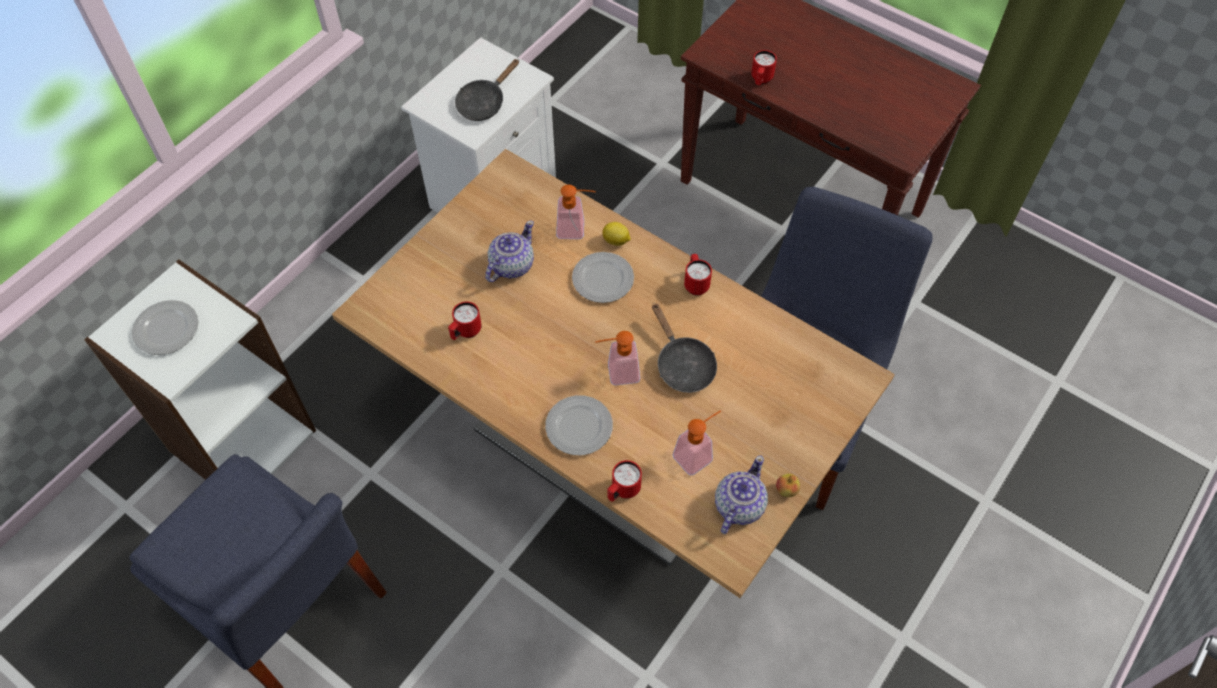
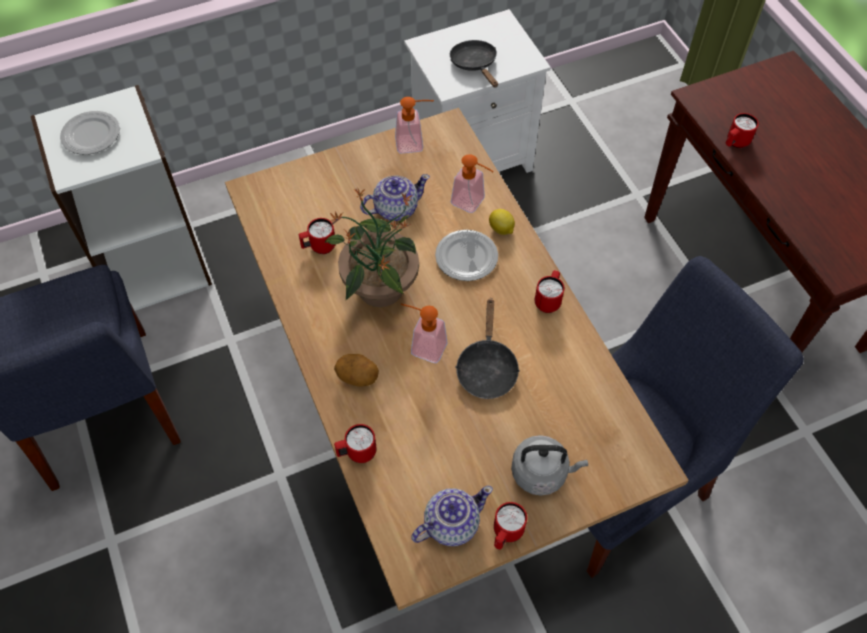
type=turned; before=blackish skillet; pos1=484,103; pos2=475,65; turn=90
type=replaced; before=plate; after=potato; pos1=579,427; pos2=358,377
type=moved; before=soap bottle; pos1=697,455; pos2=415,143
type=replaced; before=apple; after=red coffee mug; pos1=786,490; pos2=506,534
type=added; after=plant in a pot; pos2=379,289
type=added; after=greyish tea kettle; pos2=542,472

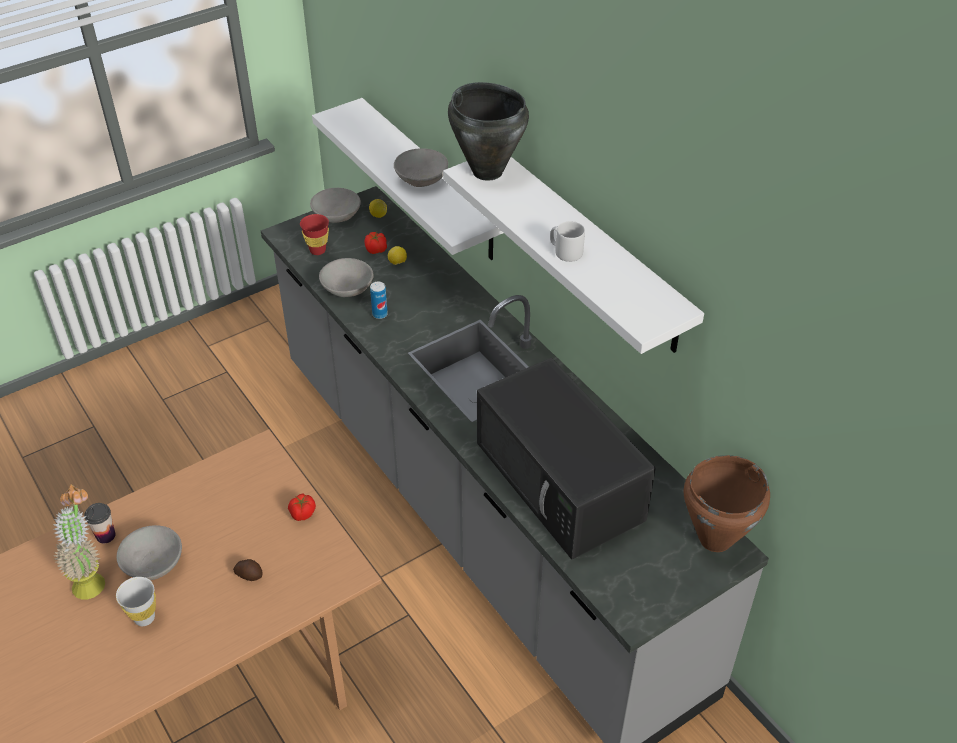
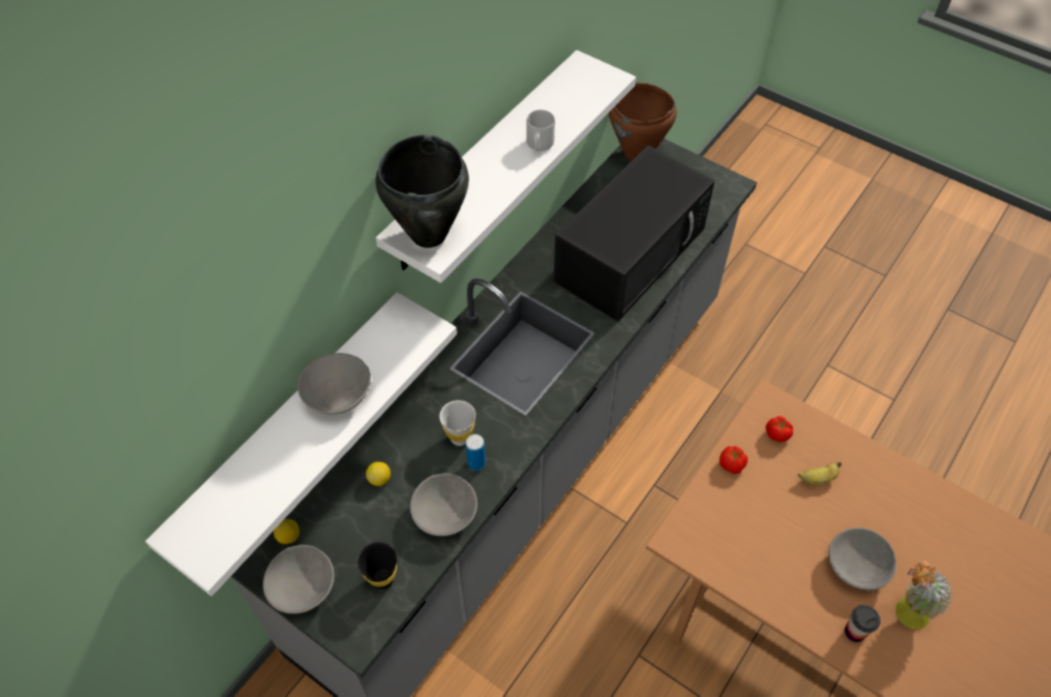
type=recoloured; before=red drinking cup; after=blackish drinking cup; pos1=317,250; pos2=383,579
type=moved; before=fresh tomato; pos1=376,250; pos2=777,434
type=replaced; before=potato; after=banana fruit; pos1=249,574; pos2=817,479
type=moved; before=white drinking cup; pos1=144,618; pos2=460,438

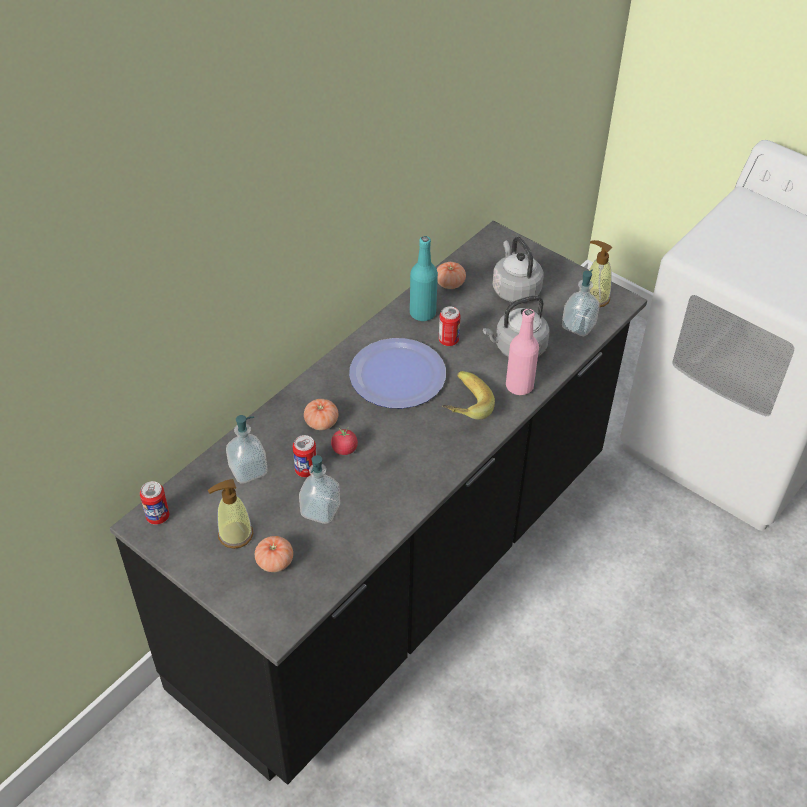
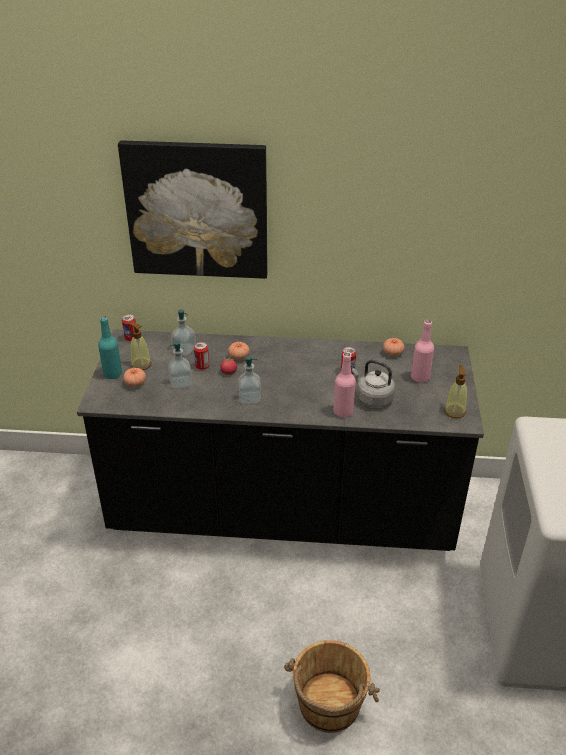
type=moved; before=turquoise bottle; pos1=422,313; pos2=112,374
type=replaced; before=greyish tea kettle; after=pink bottle; pos1=515,289; pos2=420,377
type=moved; before=soap bottle; pos1=578,326; pos2=250,398
type=removed; before=plate; pos1=397,375
type=removed; before=banana fruit; pos1=461,408
type=added; after=wall picture; pos2=197,210
type=added; after=brown-coloured water bucket; pos2=328,705

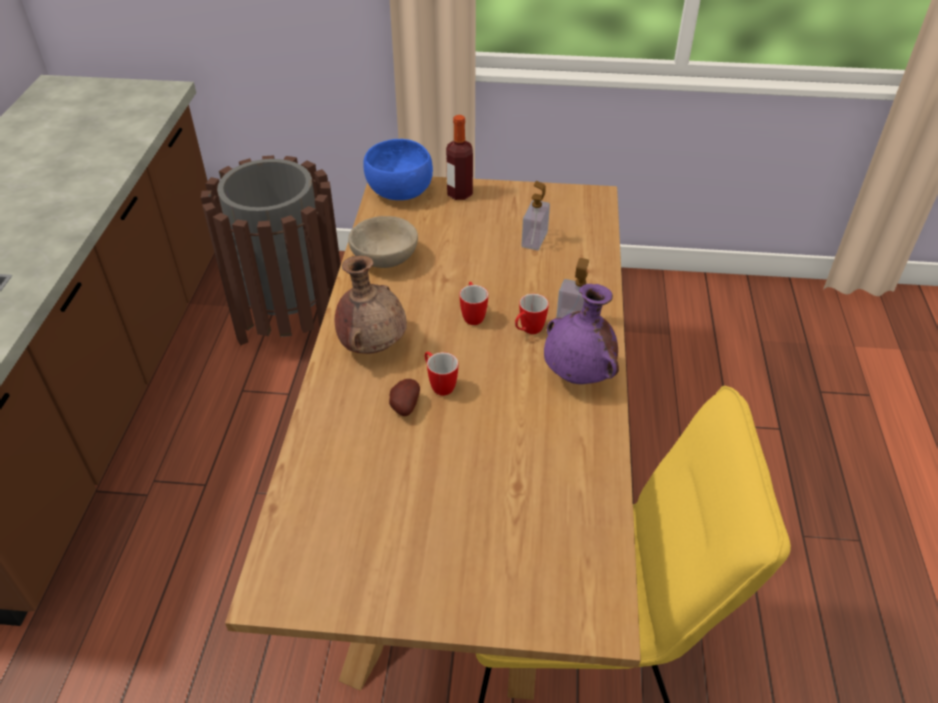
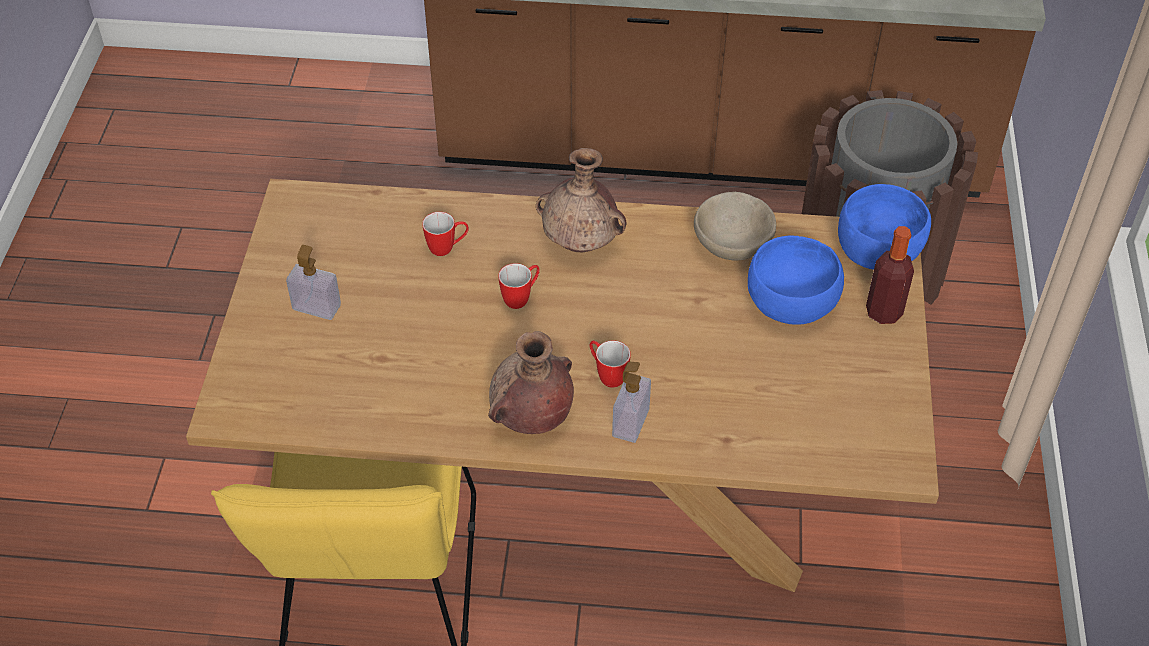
type=moved; before=soap bottle; pos1=534,239; pos2=316,307
type=moved; before=coffee mug; pos1=472,315; pos2=447,248
type=recoloured; before=purplish flower vase; after=brown-coloured flower vase; pos1=579,376; pos2=531,417
type=removed; before=potato; pos1=403,407
type=added; after=blue-coloured bowl; pos2=792,304

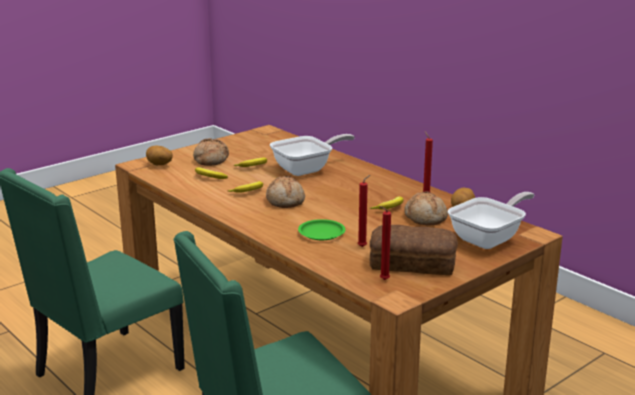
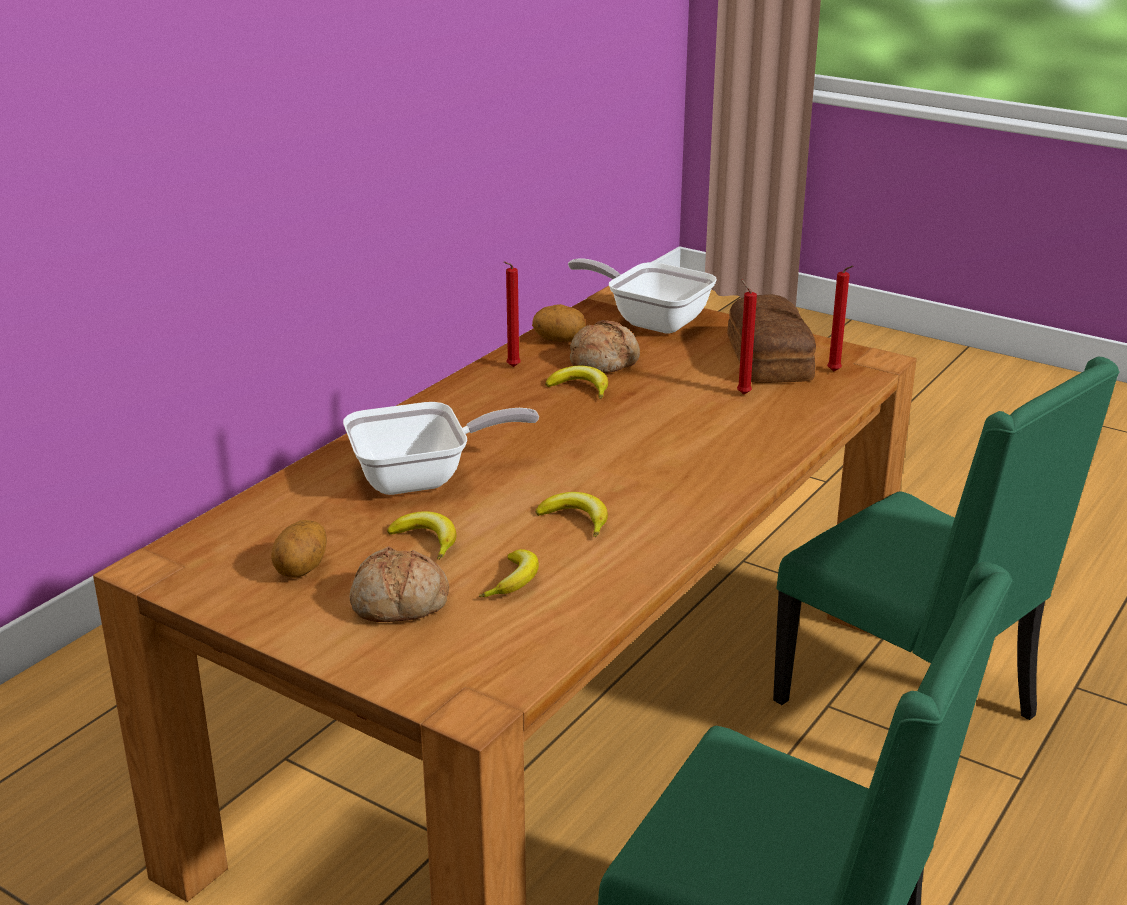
type=turned; before=skillet; pos1=307,169; pos2=422,478; turn=120
type=moved; before=potato; pos1=159,165; pos2=302,569
type=removed; before=bakery bread; pos1=285,201
type=removed; before=green plate; pos1=322,233

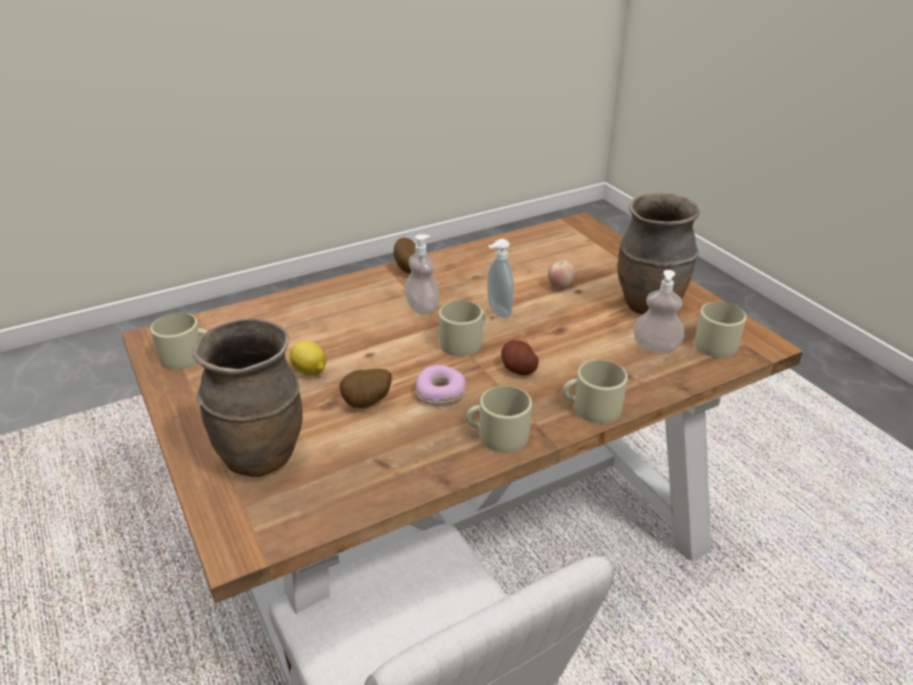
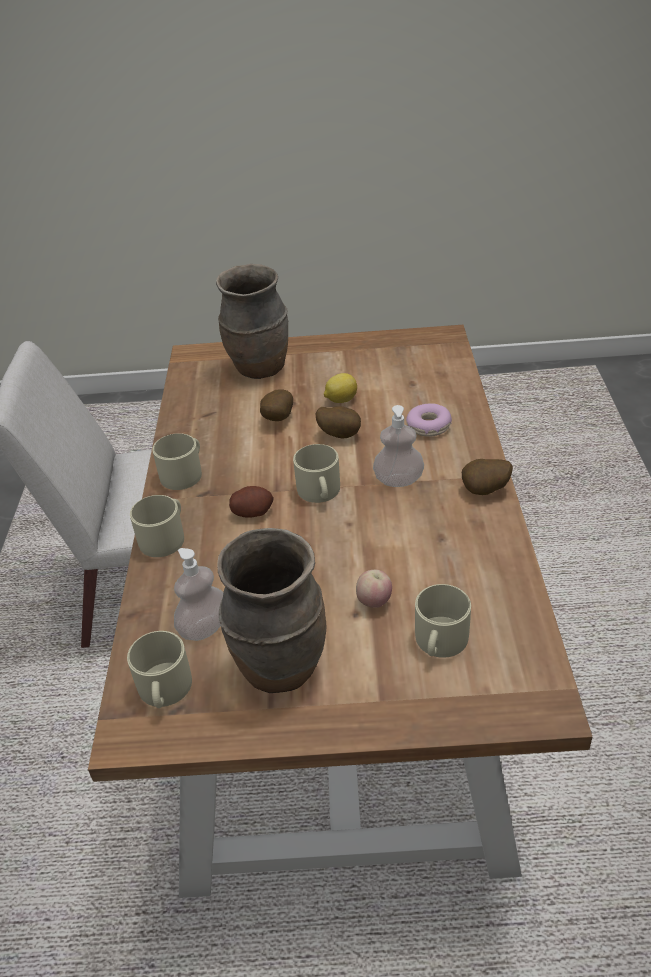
type=removed; before=soap bottle; pos1=497,312
type=moved; before=beige coffee mug; pos1=188,356; pos2=439,642
type=moved; before=doughnut; pos1=440,392; pos2=428,426
type=added; after=potato; pos2=340,434

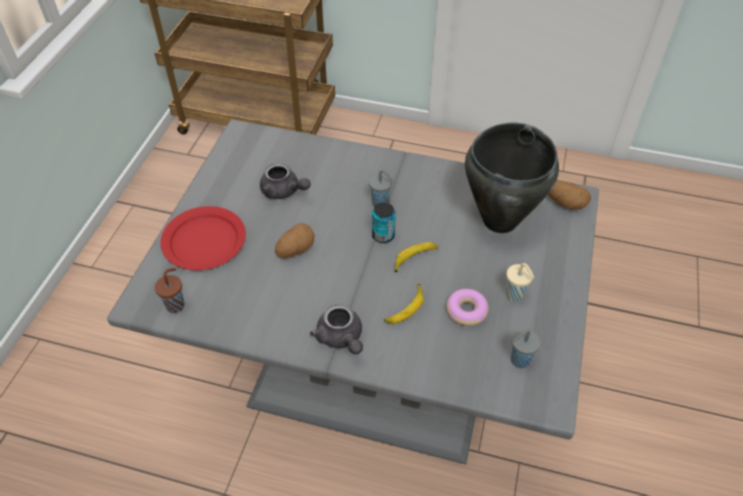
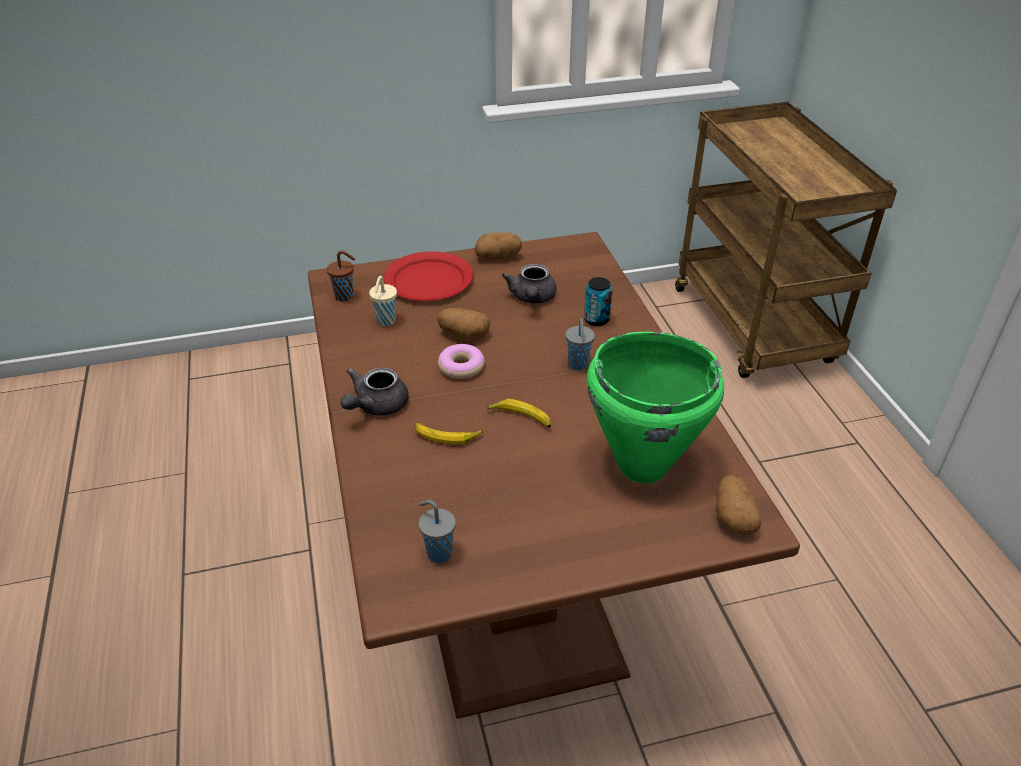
type=recoloured; before=greyish kitchen table; after=brown-coloured kitchen table; pos1=371,375; pos2=510,575
type=recoloured; before=blackish saucepot; after=green saucepot; pos1=499,220; pos2=641,465
type=moved; before=metal can; pos1=383,235; pos2=596,320
type=moved; before=beige drinking cup; pos1=515,295; pos2=385,322
type=moved; before=doughnut; pos1=466,310; pos2=461,367
type=added; after=potato; pos2=498,257

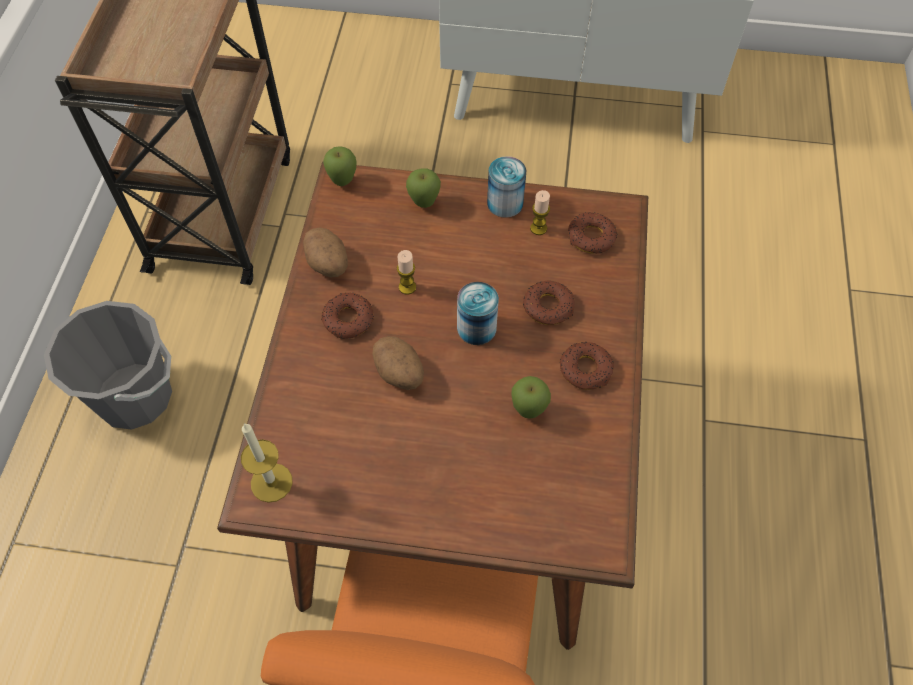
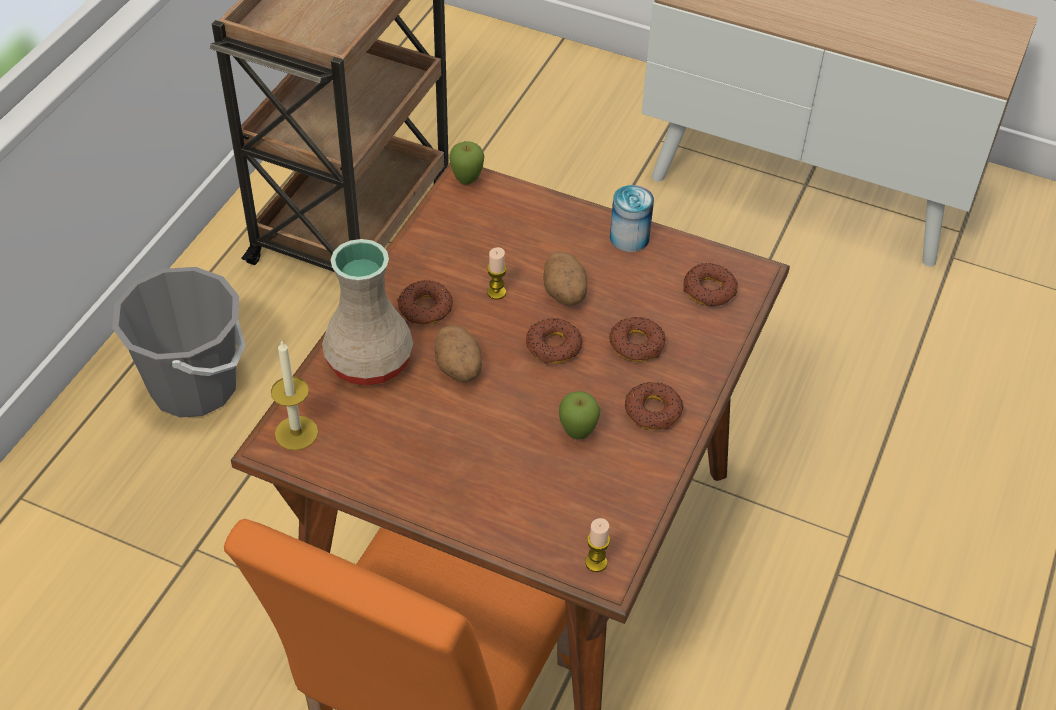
type=removed; before=apple; pos1=424,204
type=moved; before=wax candle; pos1=538,228; pos2=596,562
type=moved; before=potato; pos1=328,264; pos2=565,294
type=replaced; before=metal can; after=doughnut; pos1=476,328; pos2=553,346
type=added; after=beige flower vase; pos2=367,360

